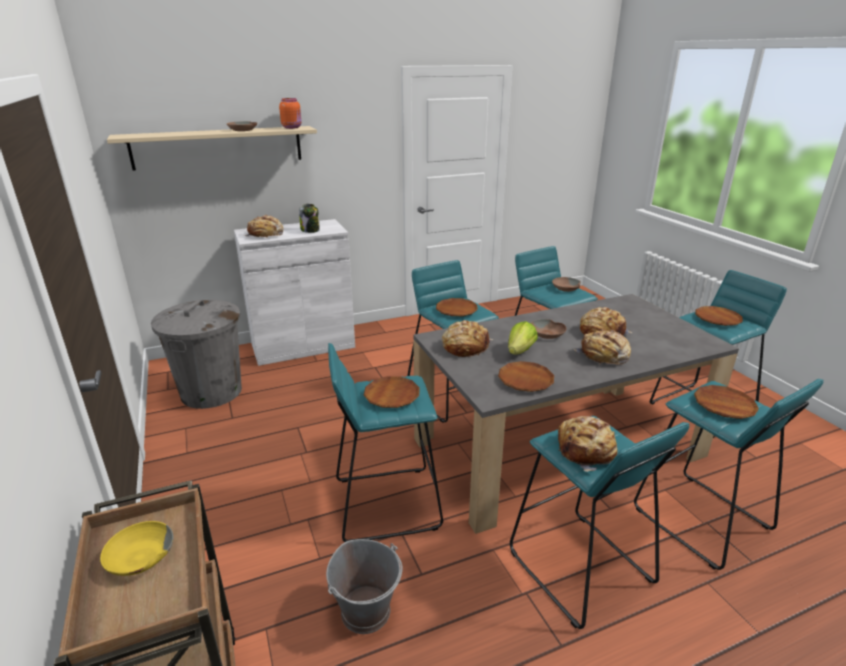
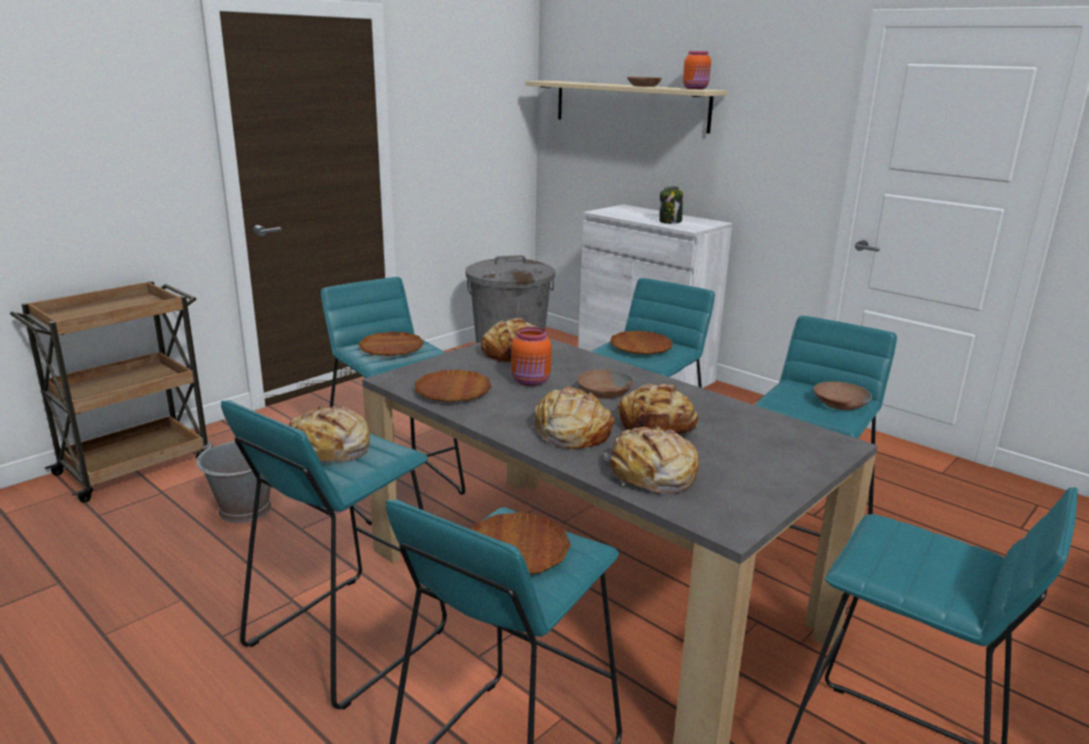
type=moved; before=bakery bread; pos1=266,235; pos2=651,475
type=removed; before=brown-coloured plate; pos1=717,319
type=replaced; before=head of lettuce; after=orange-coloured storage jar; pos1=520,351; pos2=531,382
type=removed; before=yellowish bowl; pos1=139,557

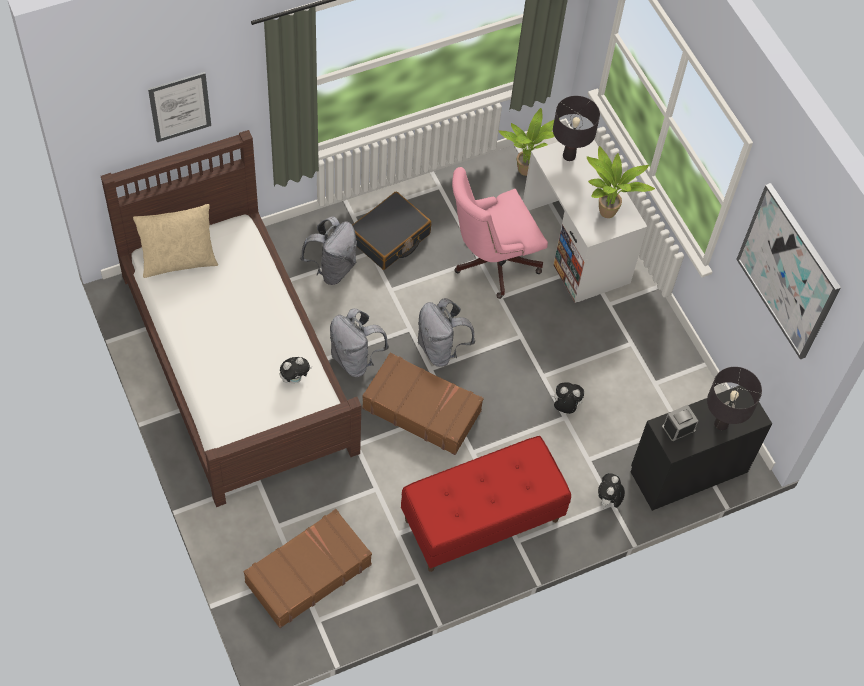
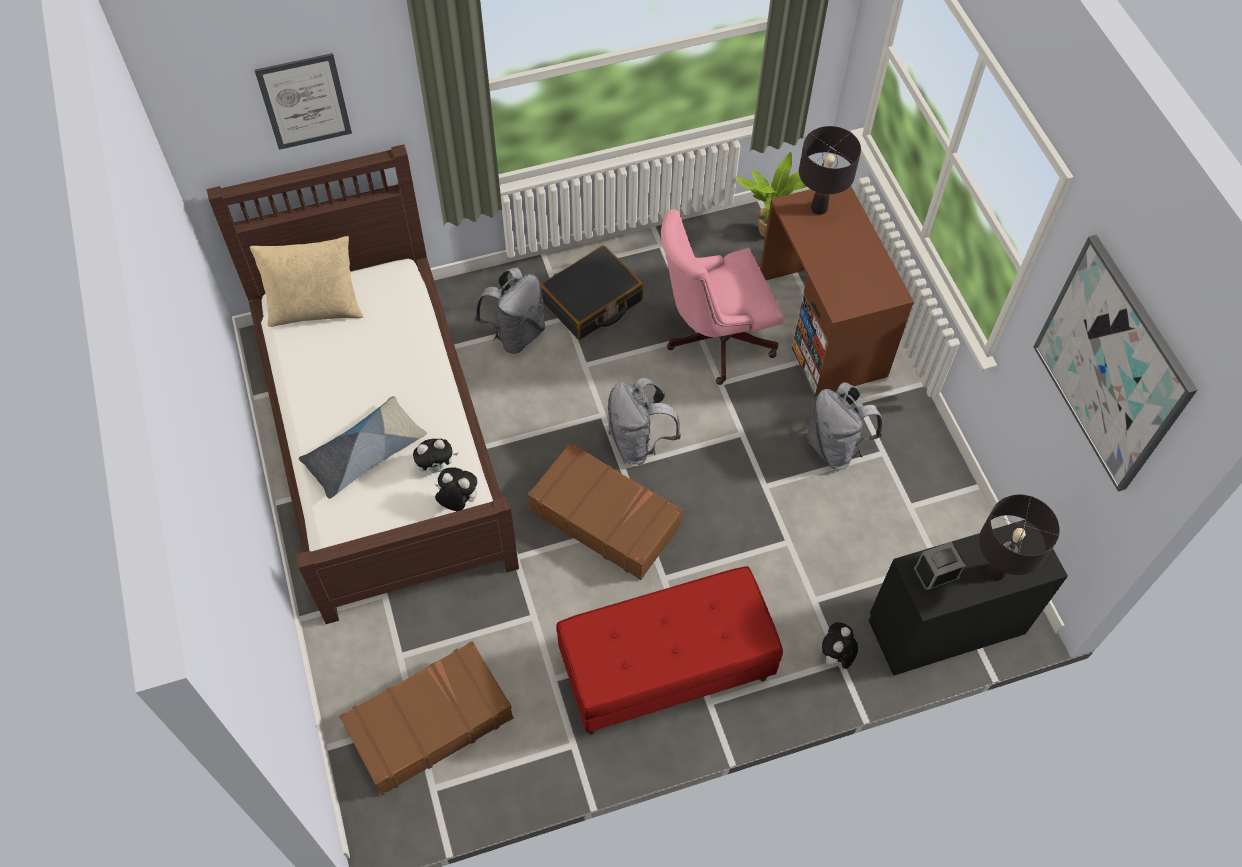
type=recoloured; before=white desk; after=brown-coloured desk; pos1=575,246; pos2=822,326
type=removed; before=plant in a pot; pos1=606,215
type=moved; before=greyish rucksack; pos1=355,359; pos2=835,447
type=moved; before=plush toy; pos1=565,407; pos2=458,501
type=added; after=cushion; pos2=364,453

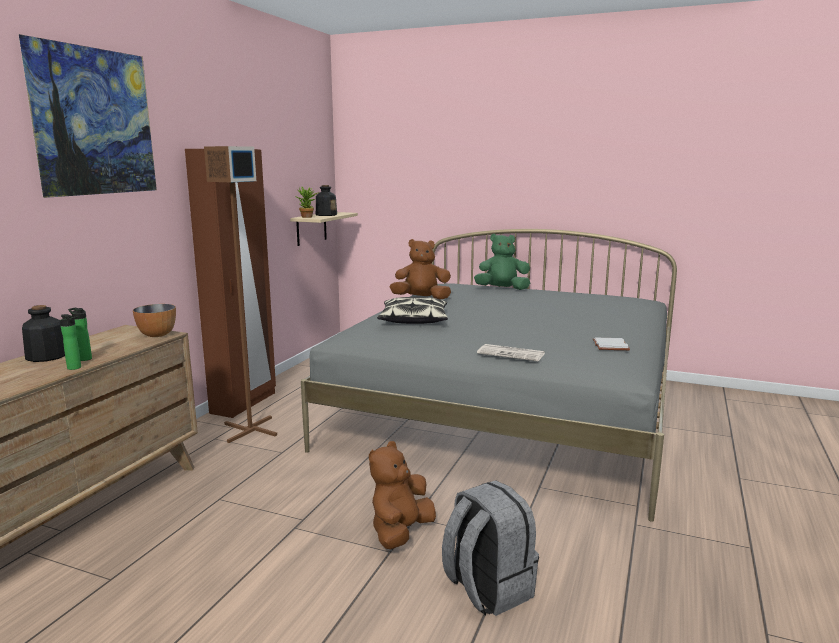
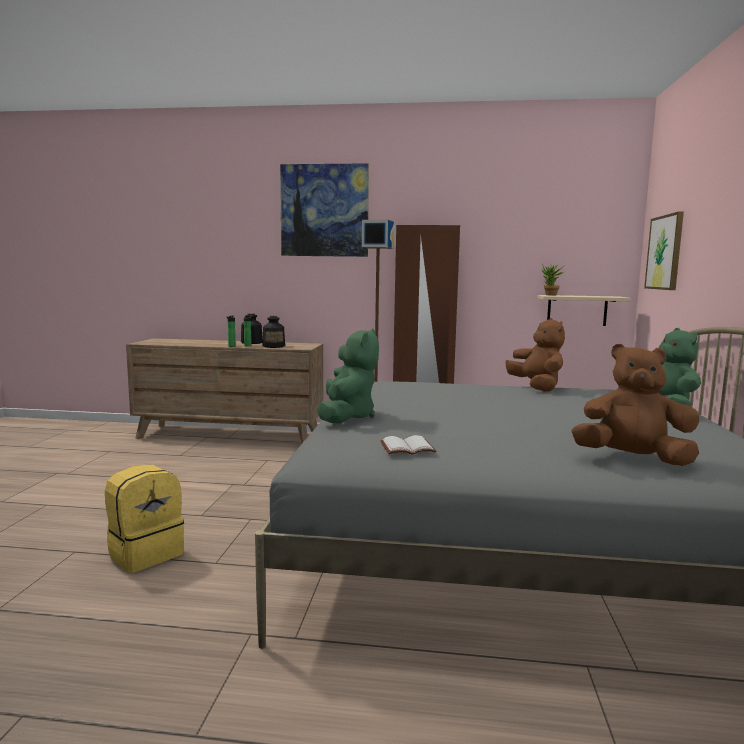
type=moved; before=bottle; pos1=326,215; pos2=274,346
type=removed; before=cushion; pos1=414,320
type=removed; before=bowl; pos1=157,335
type=replaced; before=daily paper; after=green plush toy; pos1=512,354; pos2=346,417
type=moved; before=brown-coloured plush toy; pos1=400,532; pos2=632,459
type=recoloured; before=greyish rucksack; after=yellowish rucksack; pos1=487,589; pos2=145,554
type=added; after=wall picture; pos2=665,252

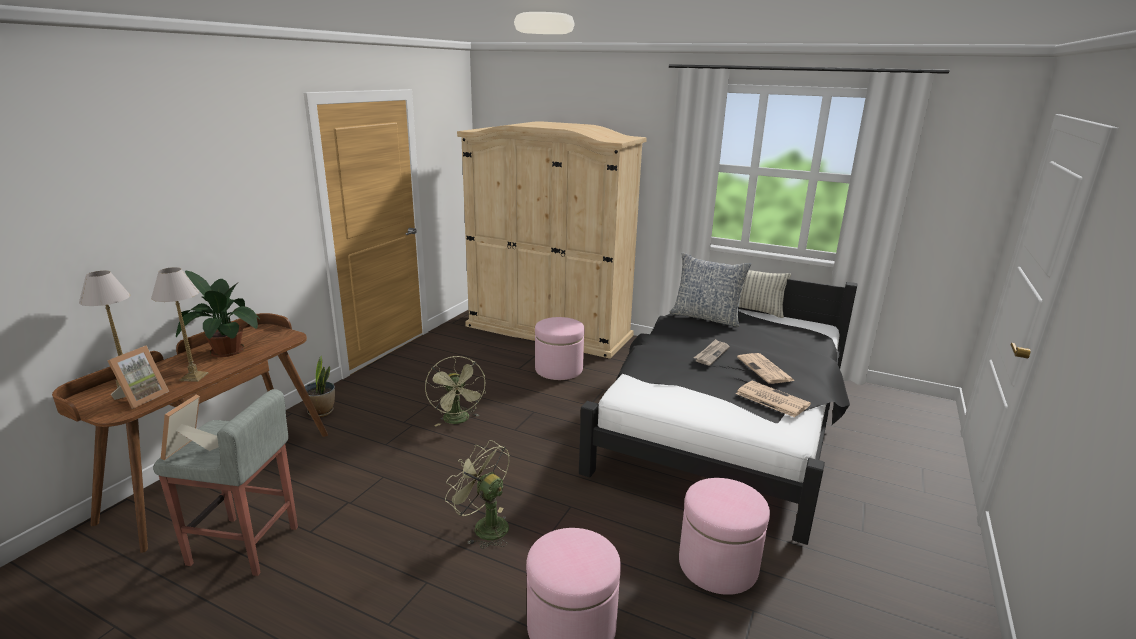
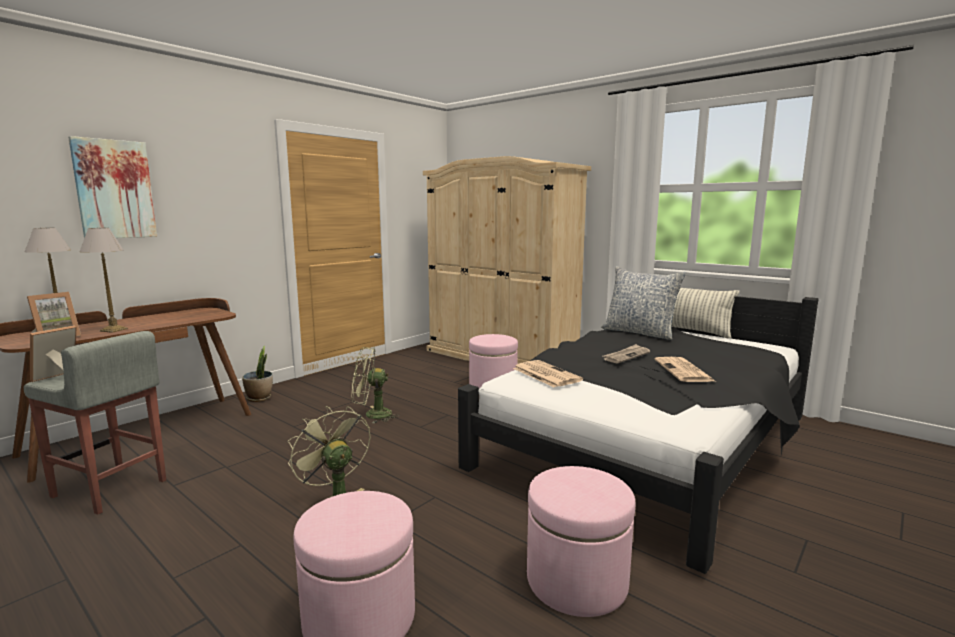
type=removed; before=plant in a pot; pos1=225,350
type=turned; before=green electric fan; pos1=458,420; pos2=372,415; turn=90
type=moved; before=daily paper; pos1=771,399; pos2=545,374
type=added; after=wall picture; pos2=114,189

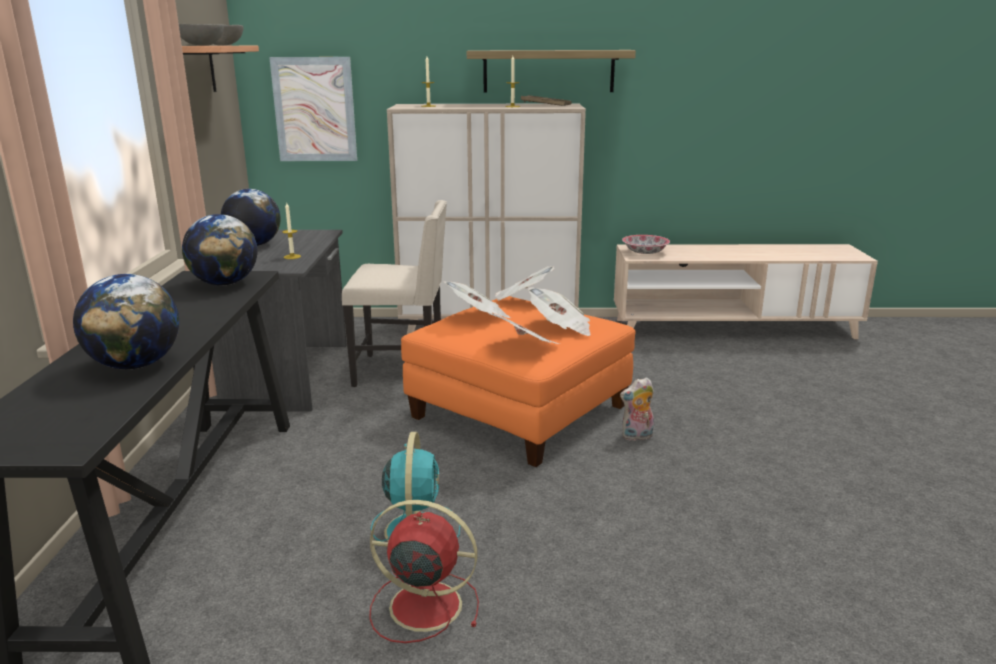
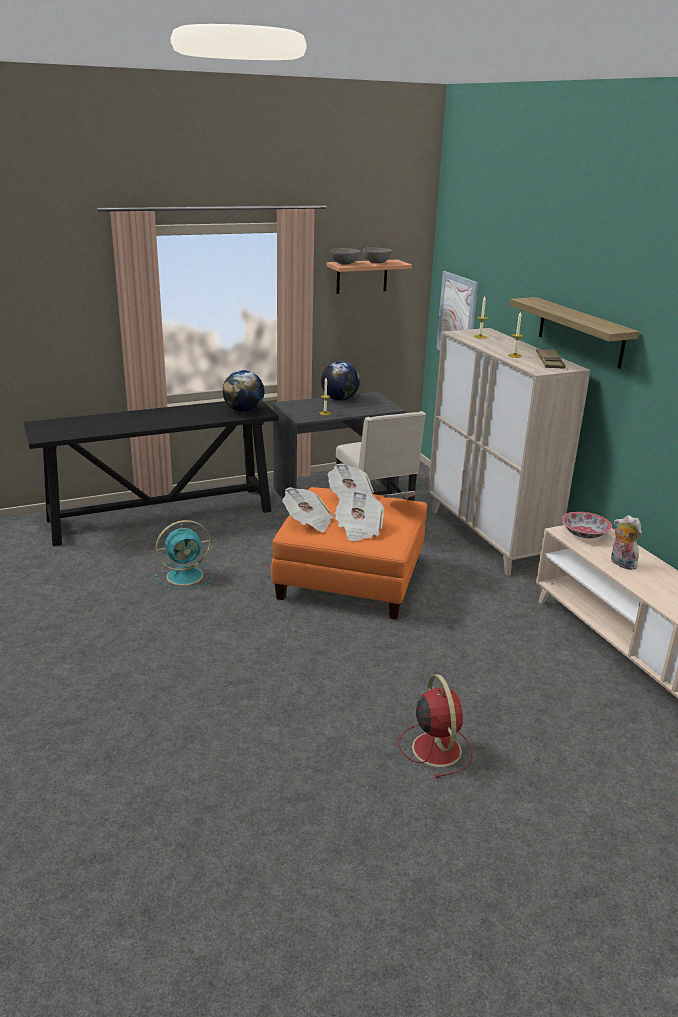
type=removed; before=world globe; pos1=136,365
type=moved; before=plush toy; pos1=637,437; pos2=621,564
type=moved; before=red electric fan; pos1=422,605; pos2=435,747

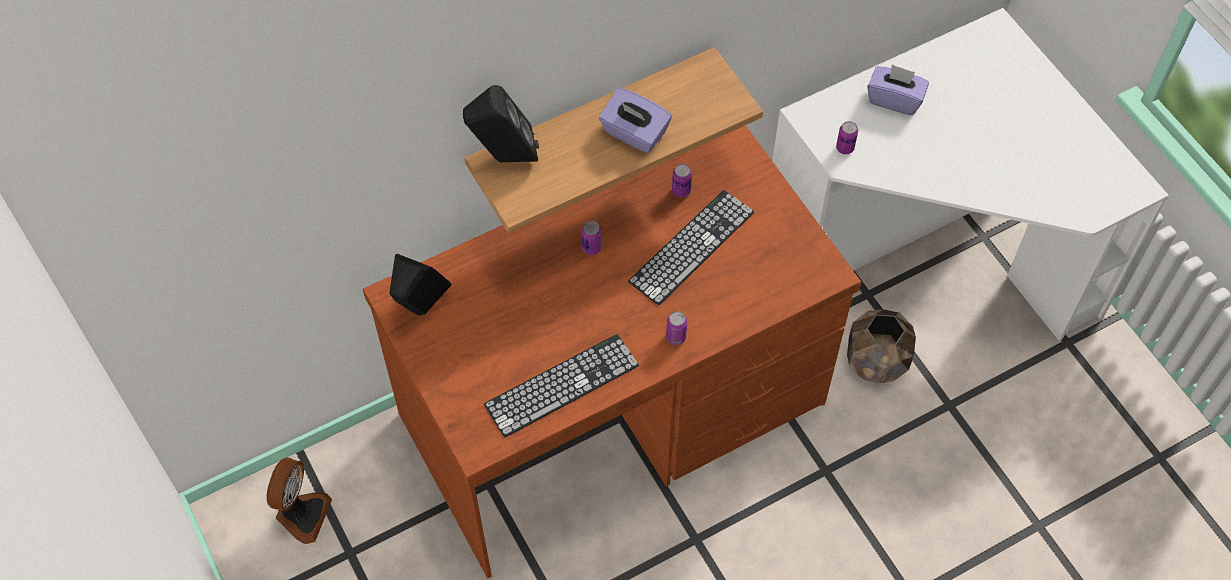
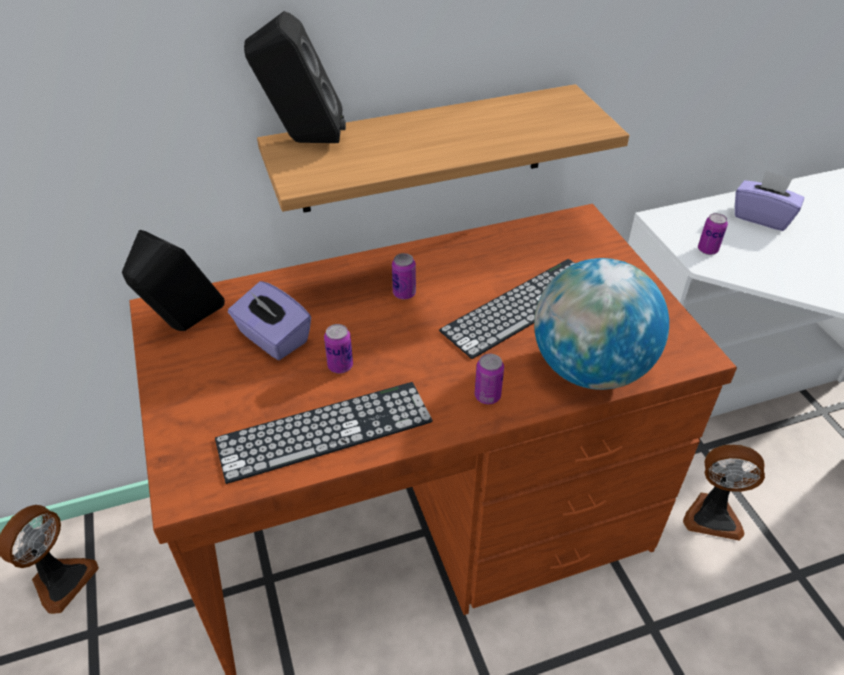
type=moved; before=purplish tissue holder; pos1=634,134; pos2=273,338
type=moved; before=metal can; pos1=681,190; pos2=340,366
type=replaced; before=brown-coloured planter; after=electric fan; pos1=877,361; pos2=713,515
type=added; after=world globe; pos2=590,369

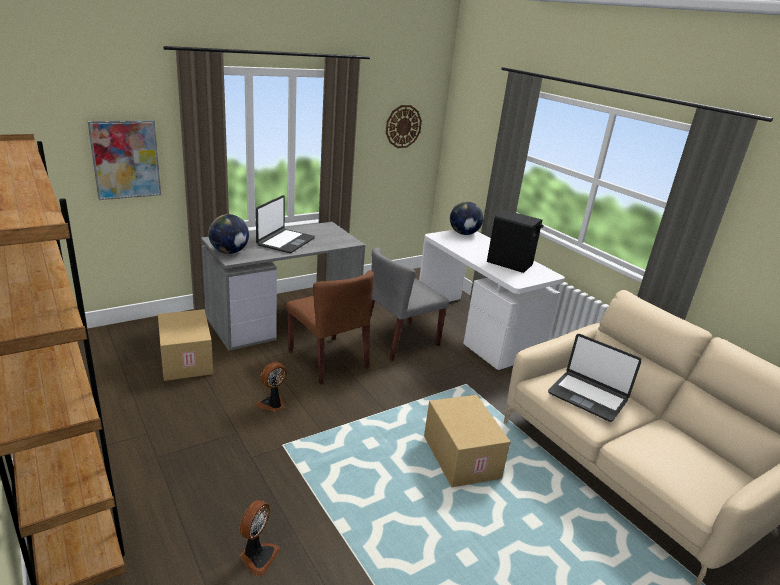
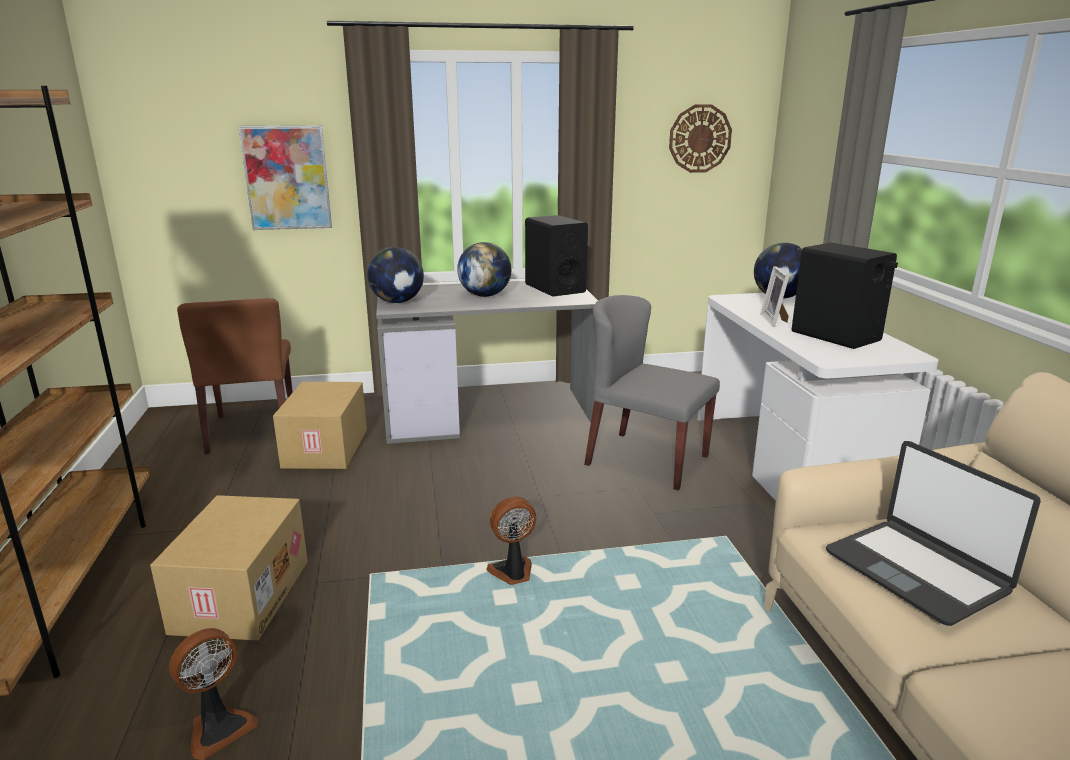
type=replaced; before=portable computer; after=world globe; pos1=285,241; pos2=485,295
type=turned; before=greyish chair; pos1=400,340; pos2=646,460; turn=45
type=moved; before=brown-coloured chair; pos1=328,360; pos2=253,430
type=moved; before=electric fan; pos1=272,404; pos2=512,573
type=moved; before=cardboard box; pos1=459,456; pos2=240,595
type=added; after=blackish loudspeaker; pos2=554,288
type=added; after=photo frame; pos2=775,320

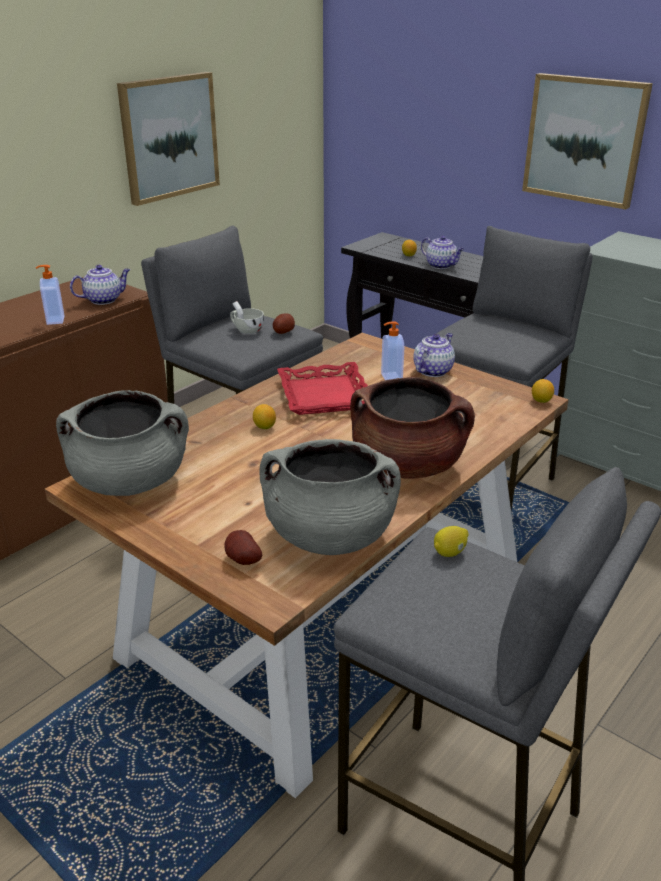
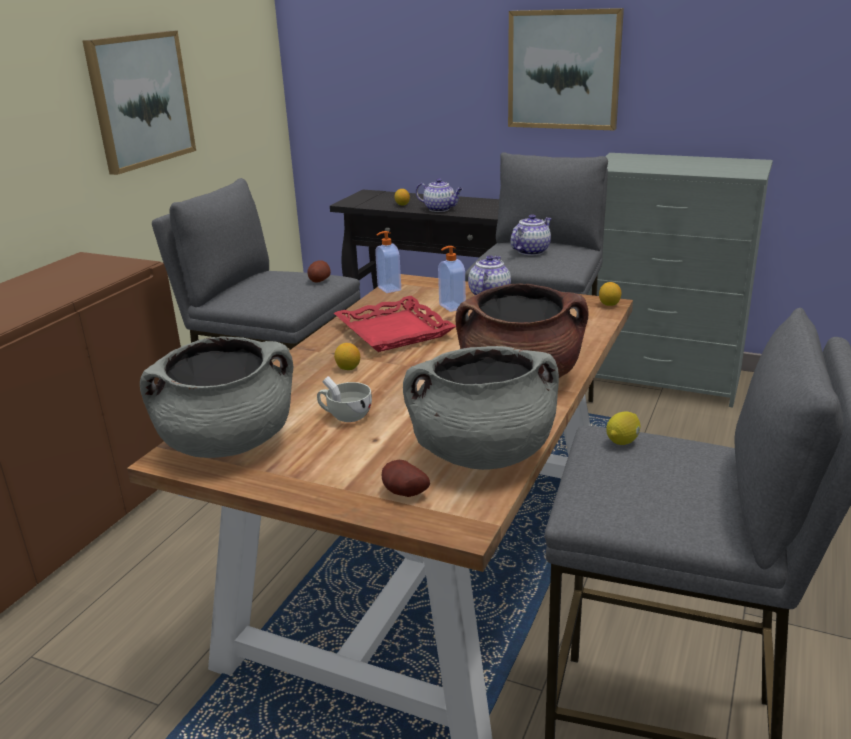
type=moved; before=soap bottle; pos1=54,320; pos2=388,289
type=moved; before=teapot; pos1=104,300; pos2=531,251
type=moved; before=white drinking cup; pos1=246,330; pos2=345,415

